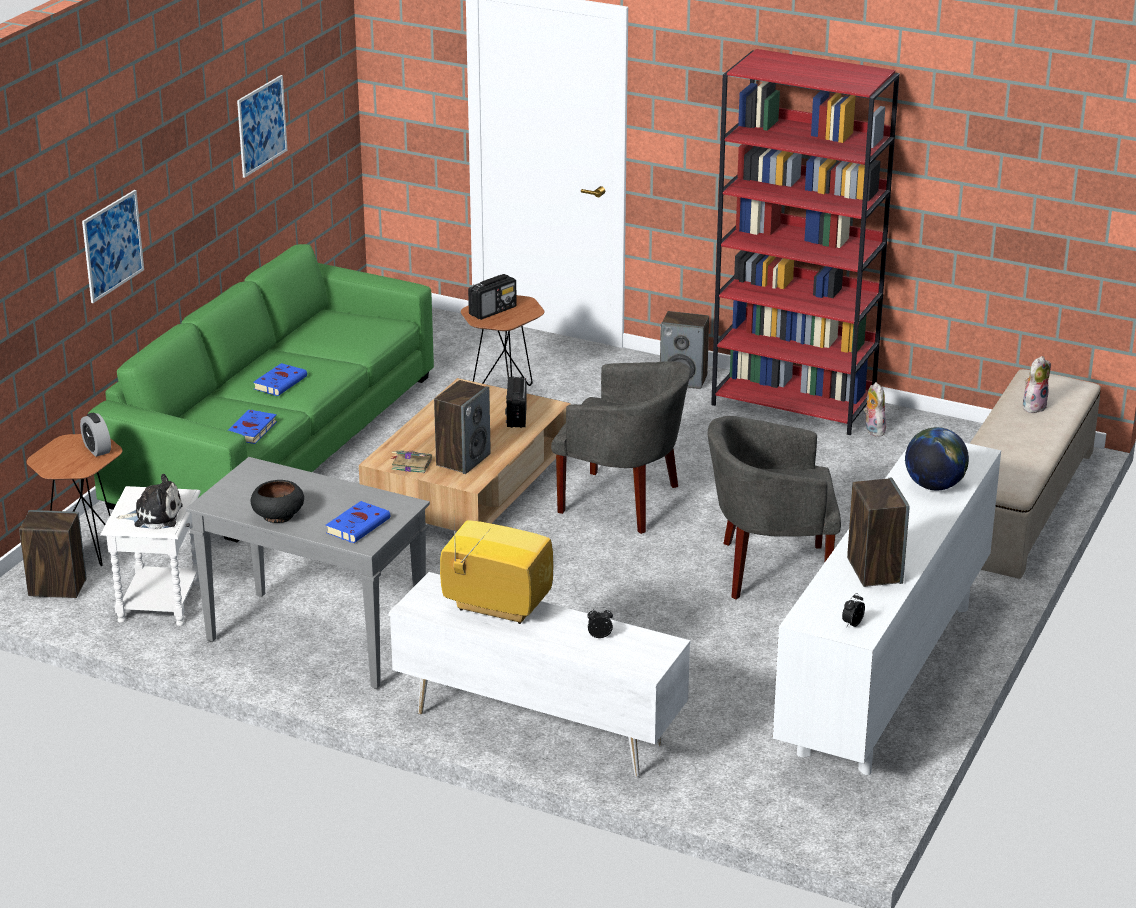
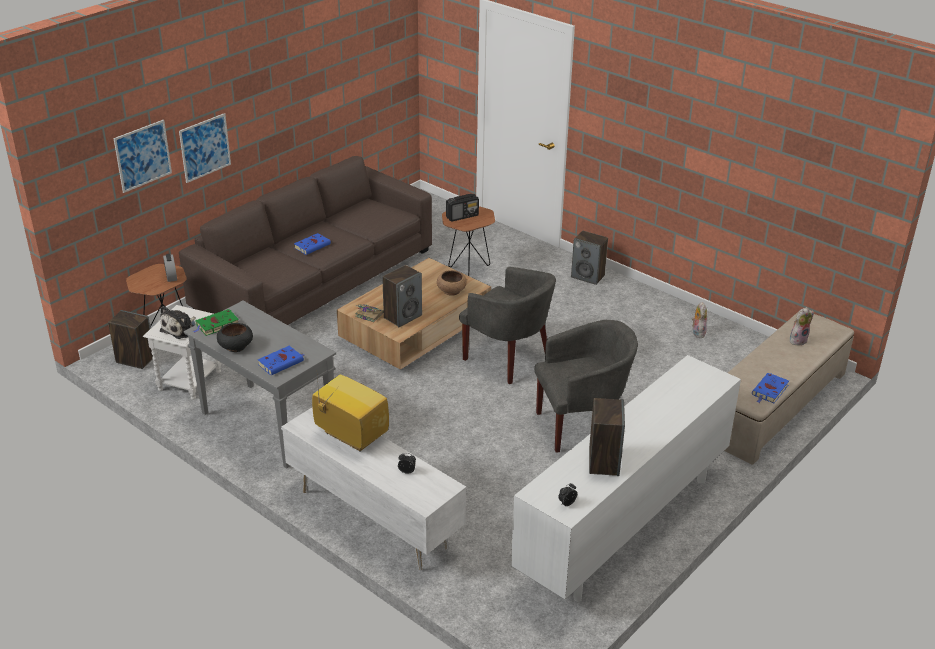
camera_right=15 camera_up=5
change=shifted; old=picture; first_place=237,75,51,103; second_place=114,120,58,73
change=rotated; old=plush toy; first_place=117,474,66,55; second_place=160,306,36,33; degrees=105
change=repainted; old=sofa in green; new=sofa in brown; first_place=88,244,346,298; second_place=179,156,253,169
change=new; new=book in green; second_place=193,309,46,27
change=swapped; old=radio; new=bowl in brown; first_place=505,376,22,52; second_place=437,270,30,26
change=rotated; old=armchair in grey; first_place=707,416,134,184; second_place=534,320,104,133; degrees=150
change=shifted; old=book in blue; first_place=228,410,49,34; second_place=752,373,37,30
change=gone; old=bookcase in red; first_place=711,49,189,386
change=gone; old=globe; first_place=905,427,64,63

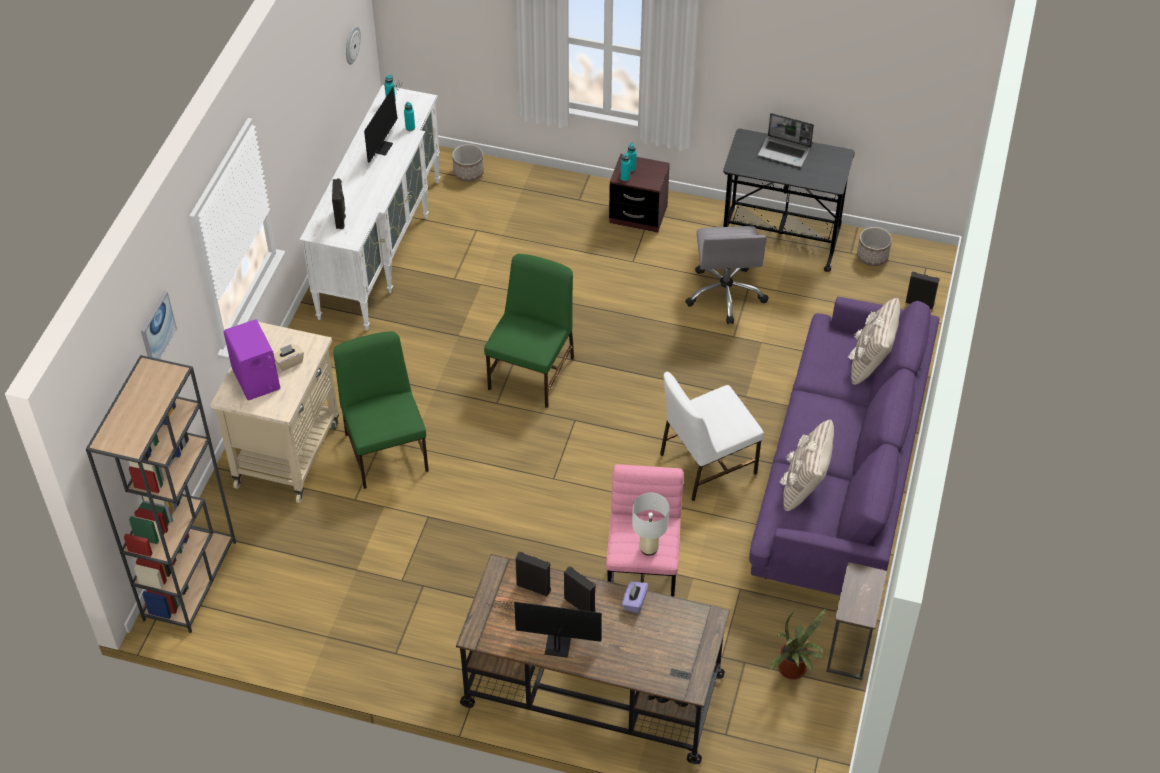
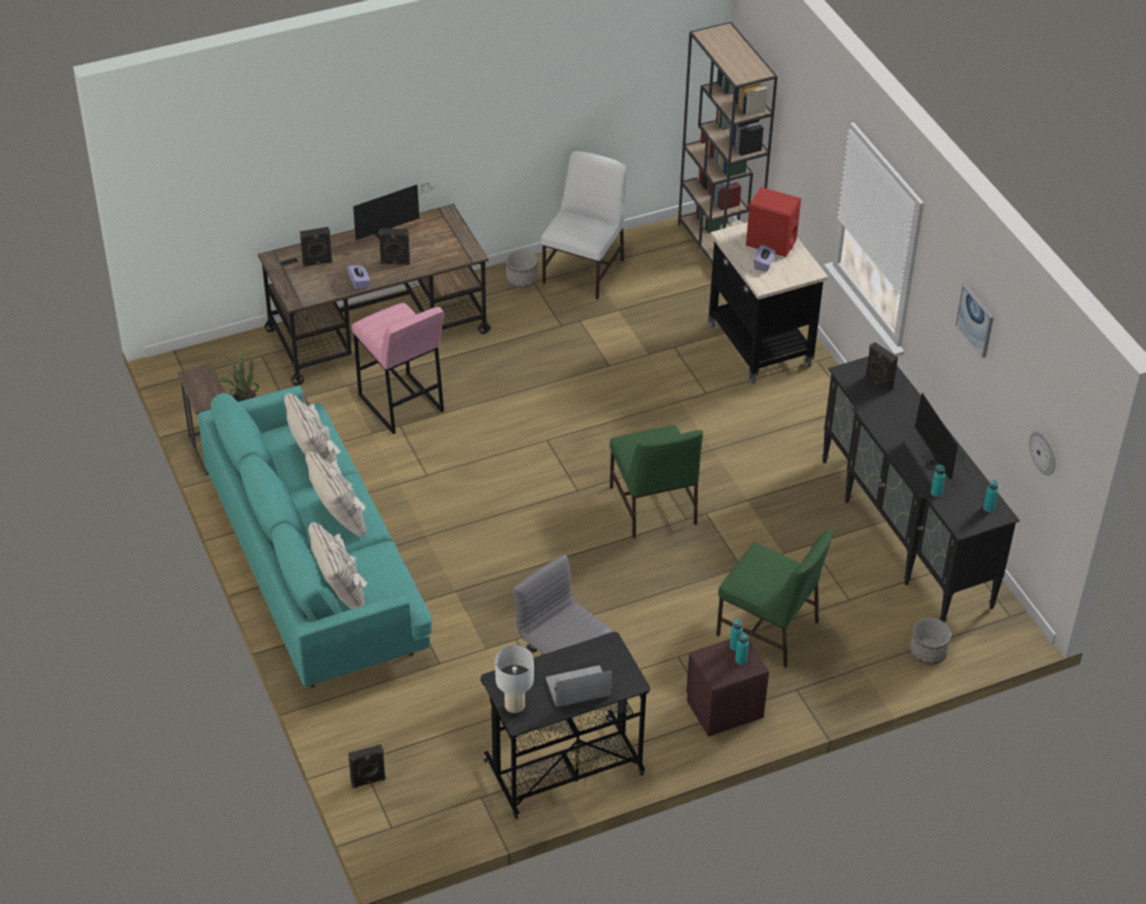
camera_right=140 camera_up=-5
change=repainted; old=sofa in purple; new=sofa in turquoise; first_place=749,297,190,298; second_place=198,386,234,302
change=shifted; old=speaker in black; first_place=515,552,36,44; second_place=300,227,32,40
change=new; new=pillow in beige; second_place=306,451,61,86
change=shifted; old=table lamp in white; first_place=632,493,37,63; second_place=495,645,39,70
change=shifted; old=planter; first_place=857,227,35,39; second_place=506,250,32,38
change=shifted; old=chair in white; first_place=660,372,104,129; second_place=541,151,85,148
change=repainted; old=cart in beige; new=cart in black; first_place=210,322,129,181; second_place=708,222,120,162
change=shifted; old=chair in green; first_place=333,332,96,157; second_place=716,529,117,138
change=repainted; old=speaker in purple; new=speaker in red; first_place=224,319,56,81; second_place=746,187,55,70
change=repainted; old=tissue box in beige; new=tissue box in purple; first_place=274,344,30,27; second_place=754,245,22,27
change=repainted; old=cabinet in white; new=cabinet in black; first_place=300,85,140,245; second_place=822,356,198,267
change=shifted; old=picture; first_place=141,291,36,68; second_place=956,285,38,73

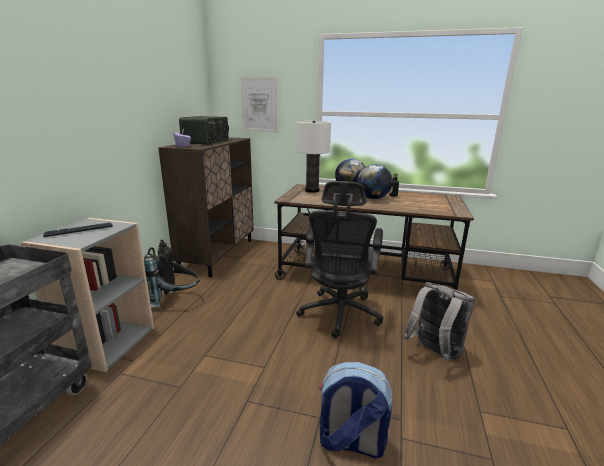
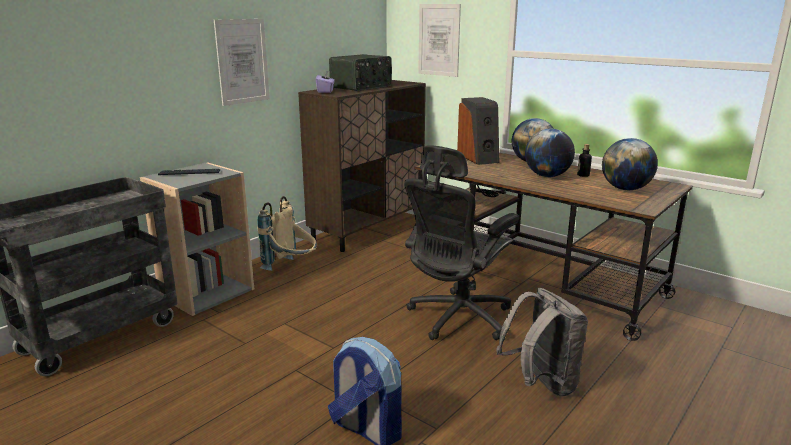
camera_right=25 camera_up=0
change=new; new=picture; second_place=214,19,56,87
change=repainted; old=backpack in black; new=backpack in beige; first_place=144,239,56,68; second_place=257,196,60,75
change=swapped; old=table lamp in white; new=speaker; first_place=296,121,35,72; second_place=457,97,42,68
change=new; new=globe; second_place=602,138,56,52

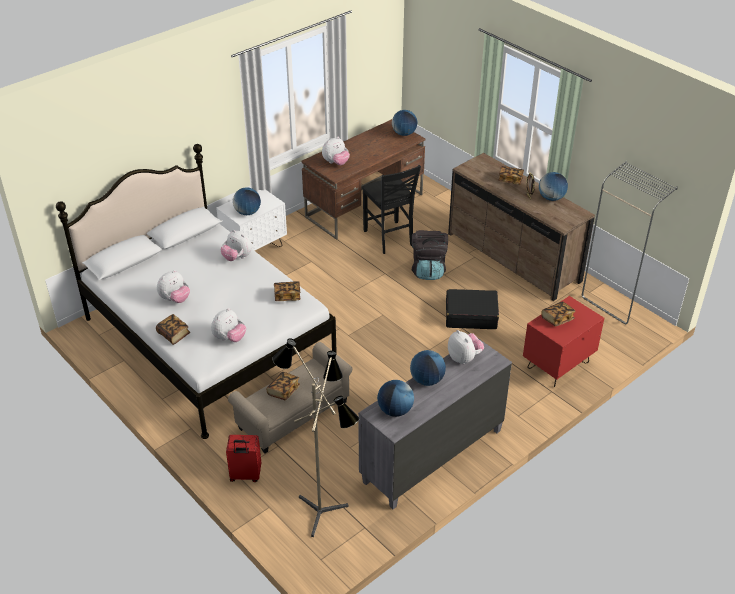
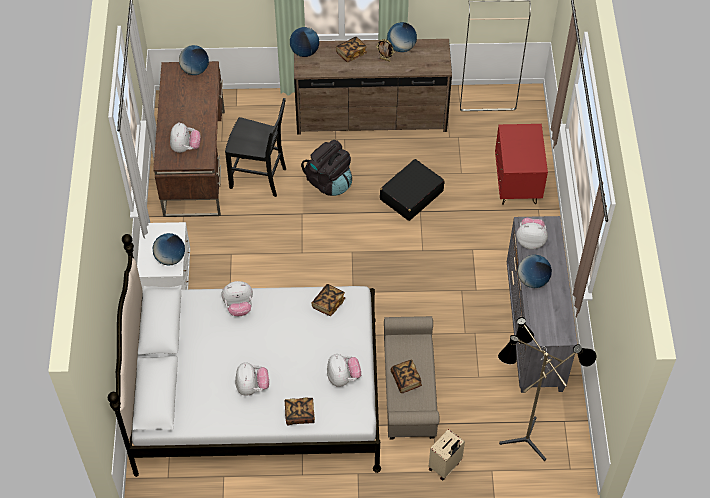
camera_right=-50 camera_up=15
change=shifted; old=globe; first_place=377,380,37,37; second_place=290,27,29,30
change=repainted; old=suitcase in red; new=suitcase in beige; first_place=226,435,35,47; second_place=429,429,36,51
change=gone; old=book; first_place=541,301,34,25

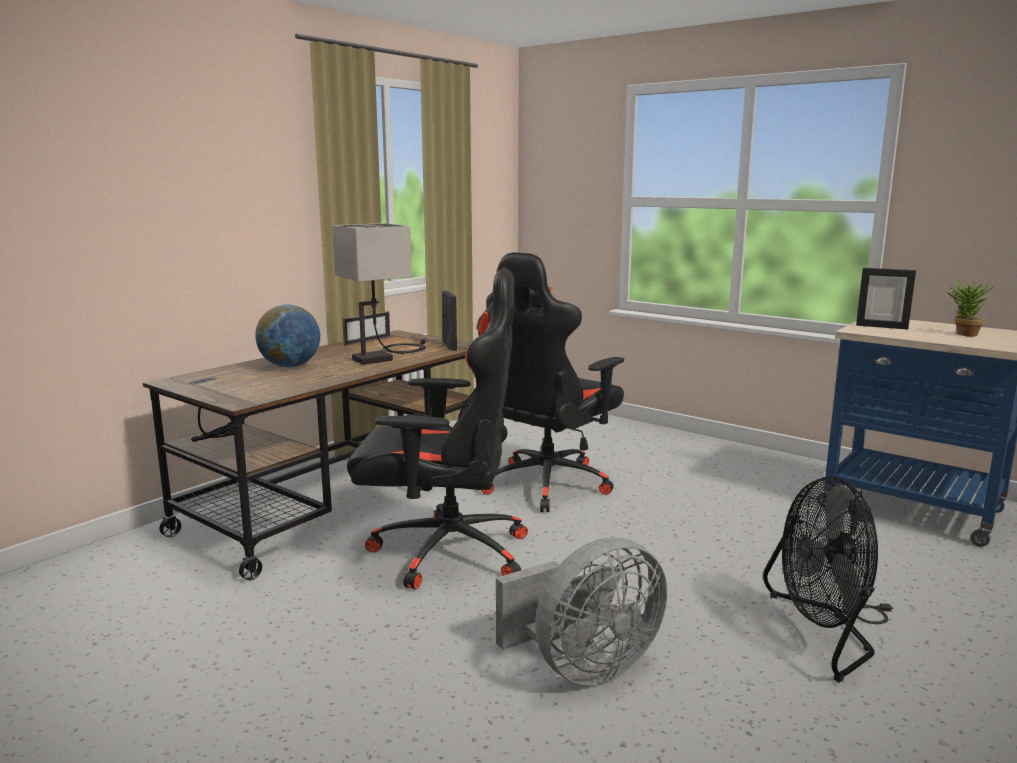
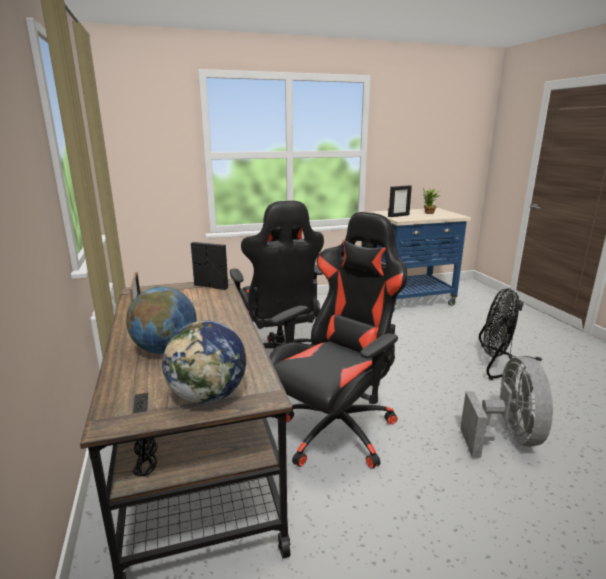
camera_right=-55 camera_up=5
change=new; new=globe; second_place=162,320,84,84
change=rotated; old=fan in black; first_place=763,476,130,207; second_place=479,288,64,92; degrees=75
change=gone; old=table lamp; first_place=332,223,94,141

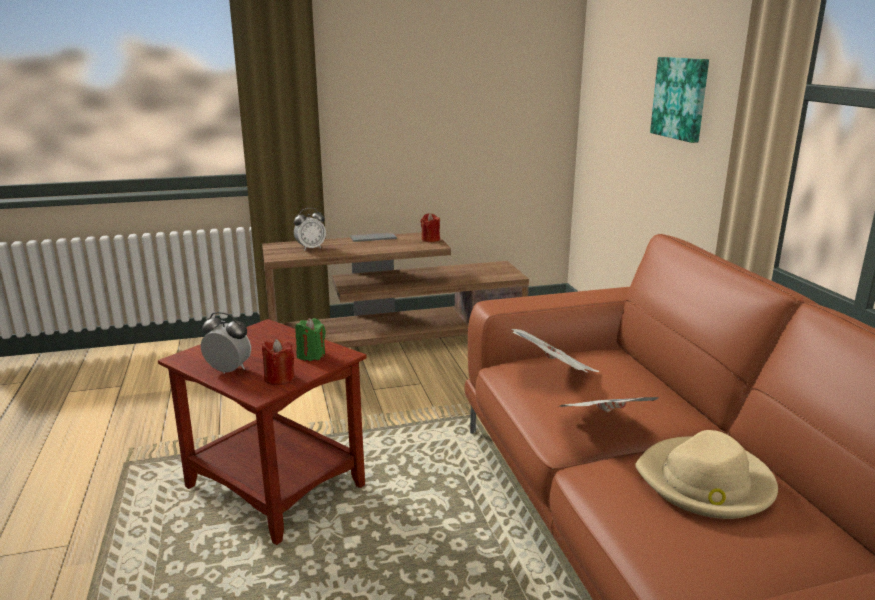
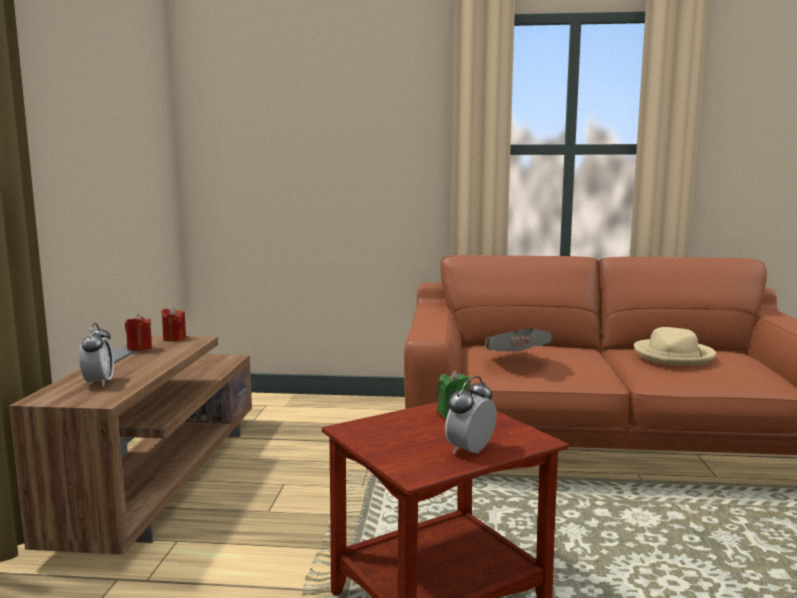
camera_right=-70 camera_up=-10
change=shifted; old=candle in red; first_place=262,339,33,46; second_place=125,314,27,37
change=gone; old=newspaper; first_place=558,397,101,15
change=gone; old=picture; first_place=650,57,59,86

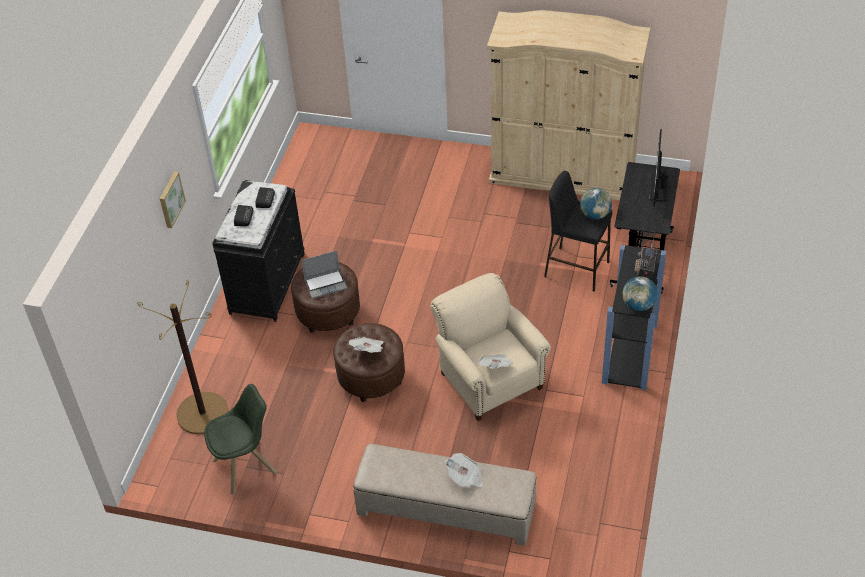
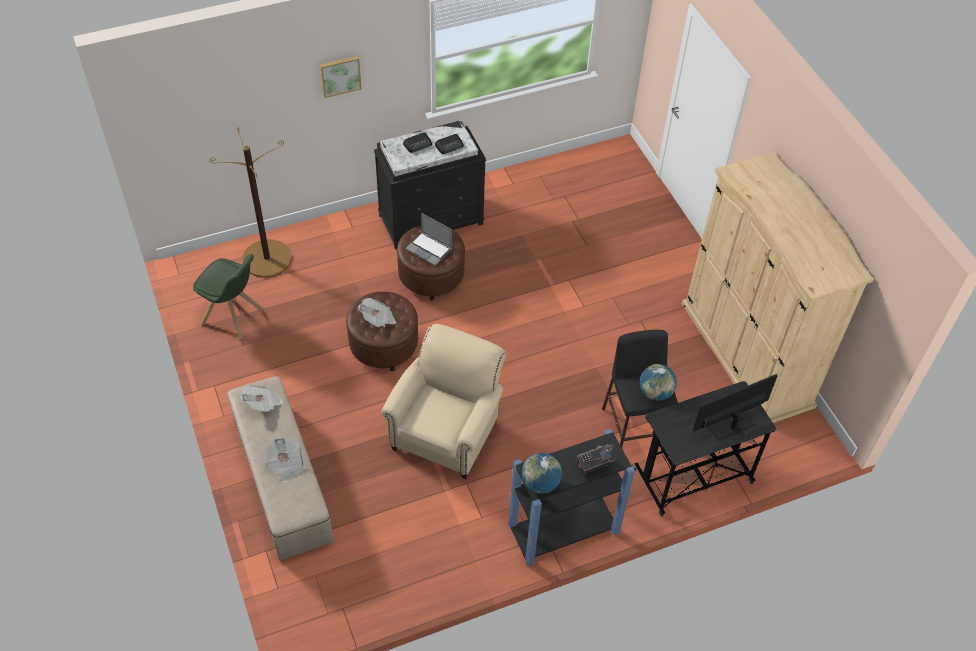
camera_right=50 camera_up=5
change=shifted; old=newspaper; first_place=478,354,35,14; second_place=240,385,43,27

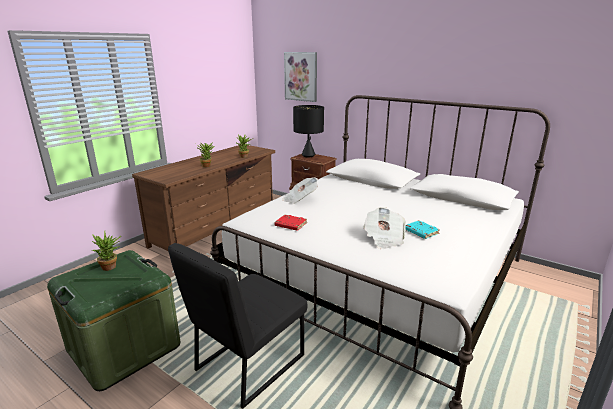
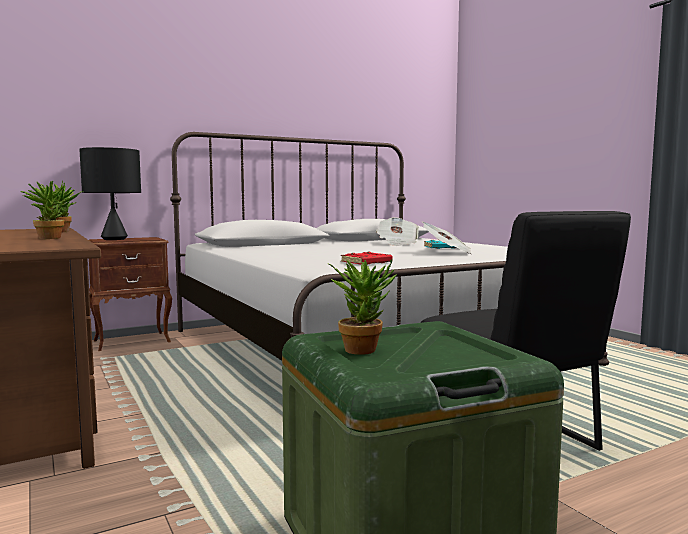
camera_right=-65 camera_up=-15
change=shifted; old=newspaper; first_place=282,177,36,27; second_place=376,217,43,29
change=gone; old=picture; first_place=284,52,33,50

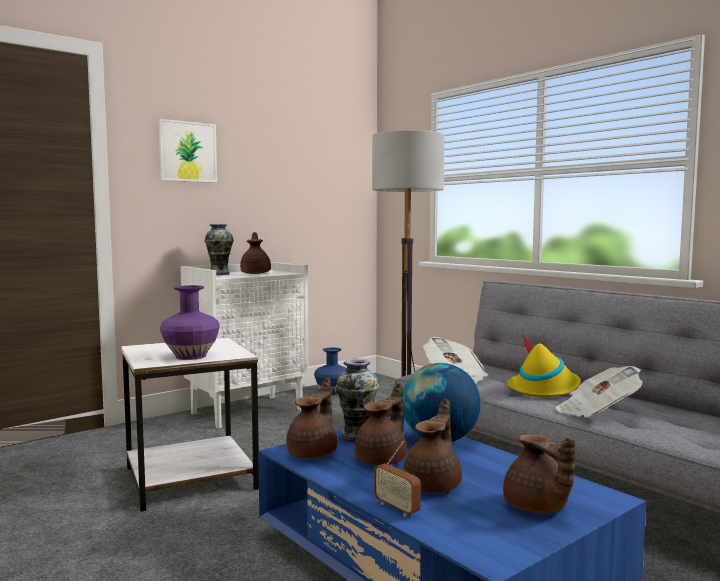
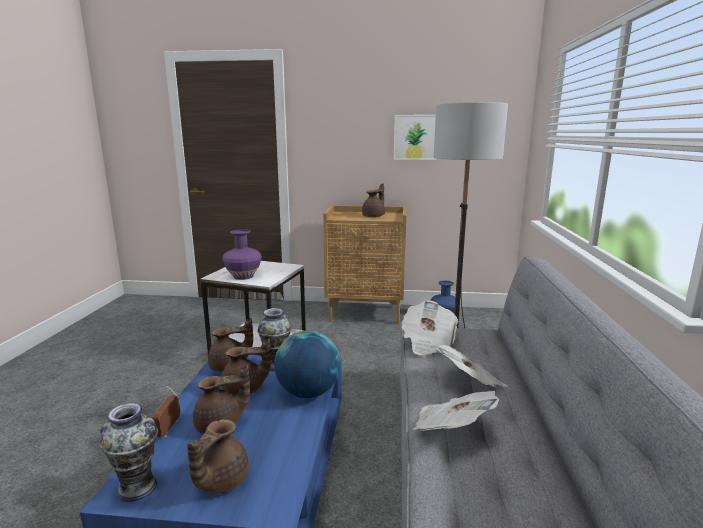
camera_right=45 camera_up=10
change=shifted; old=vase; first_place=205,224,29,51; second_place=100,403,58,99
change=repainted; old=cabinet in white; new=cabinet in brown; first_place=180,262,129,166; second_place=323,205,83,120
change=shifted; old=picture; first_place=158,119,59,64; second_place=394,115,43,45
change=swapped; old=hat in yellow; new=newspaper; first_place=507,335,74,62; second_place=435,345,73,43

